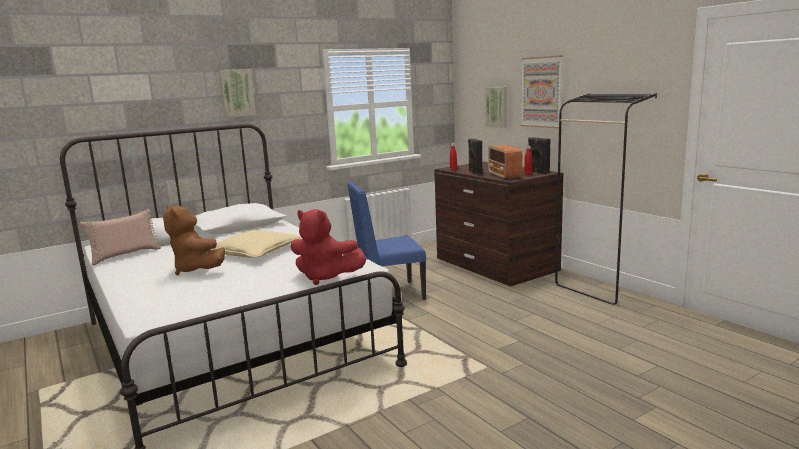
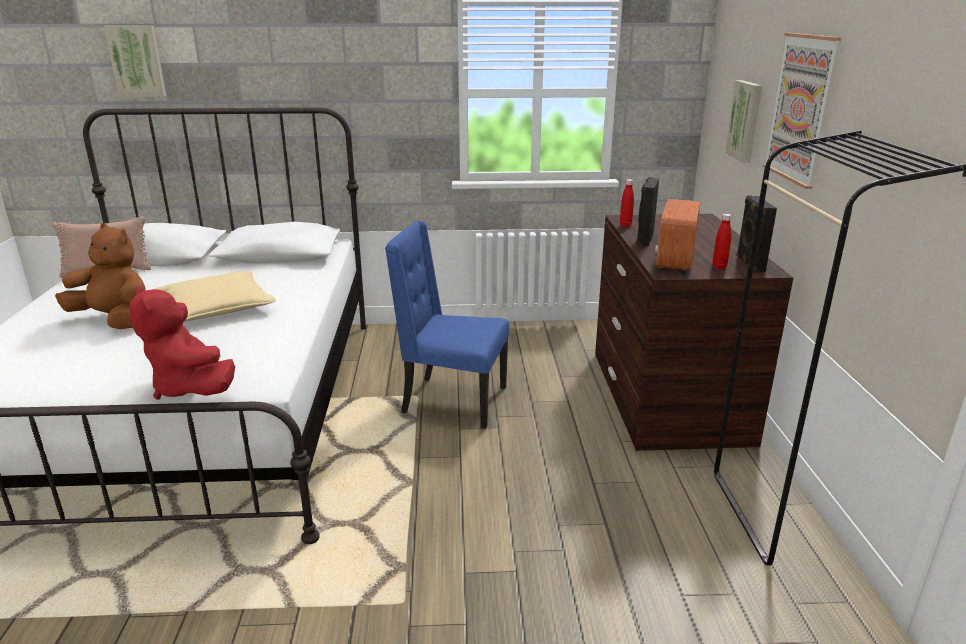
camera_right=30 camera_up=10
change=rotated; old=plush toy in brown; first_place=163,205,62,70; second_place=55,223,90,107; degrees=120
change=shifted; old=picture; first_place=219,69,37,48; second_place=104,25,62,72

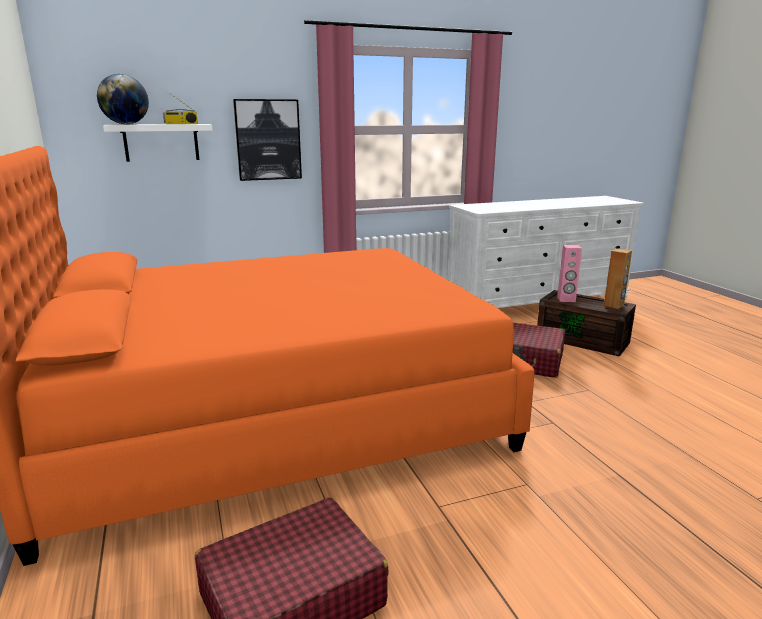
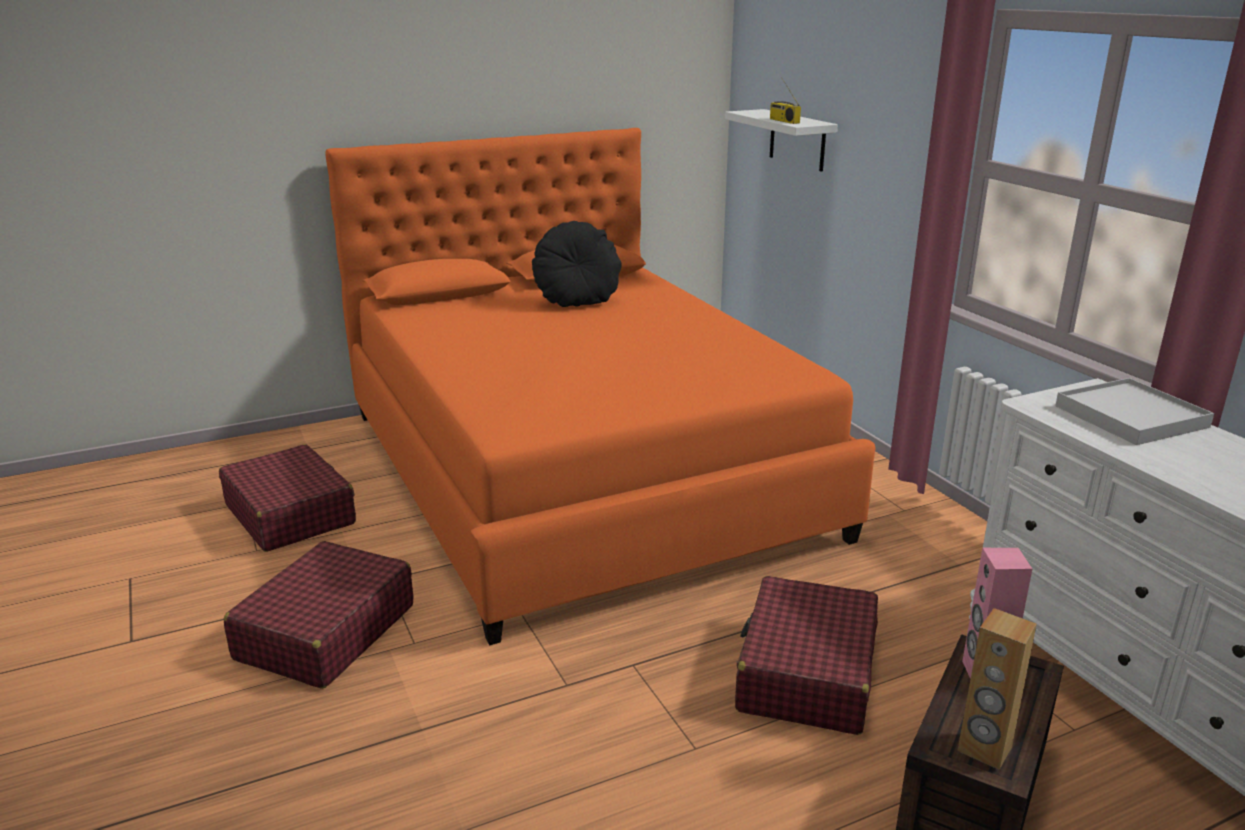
camera_right=85 camera_up=5
change=new; new=suitcase in red; second_place=224,541,189,148
change=new; new=pillow in black; second_place=532,221,90,86
change=new; new=tray in white; second_place=1055,378,159,67
change=gone; old=globe; first_place=97,74,52,50
change=gone; old=picture; first_place=233,99,69,82

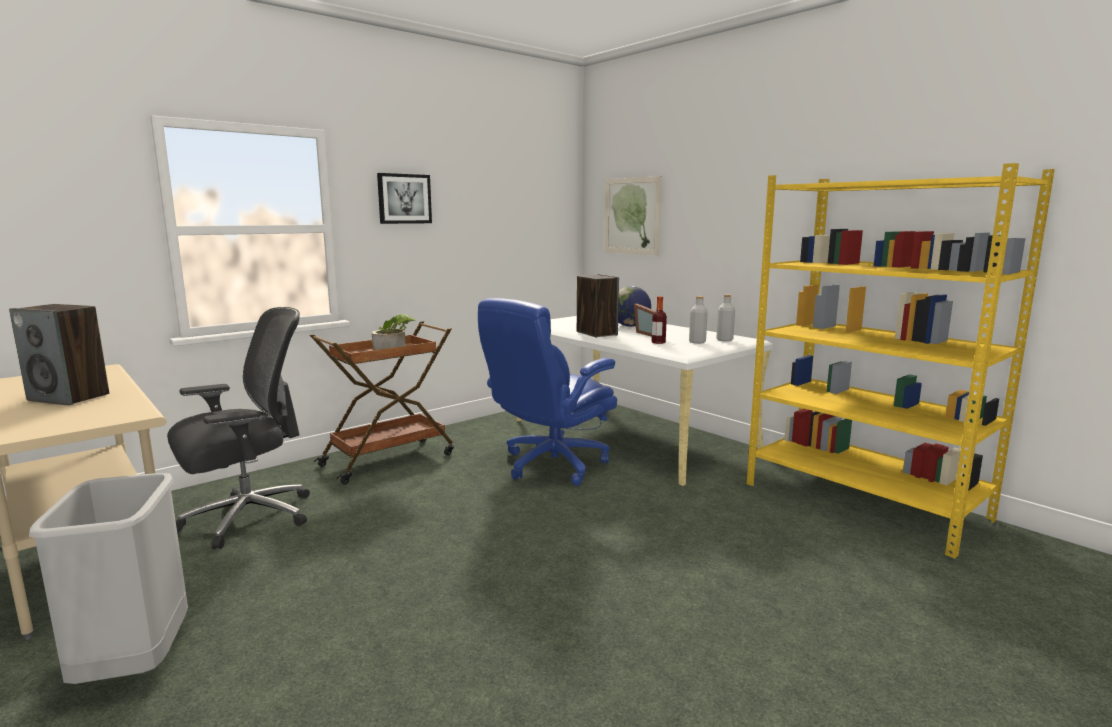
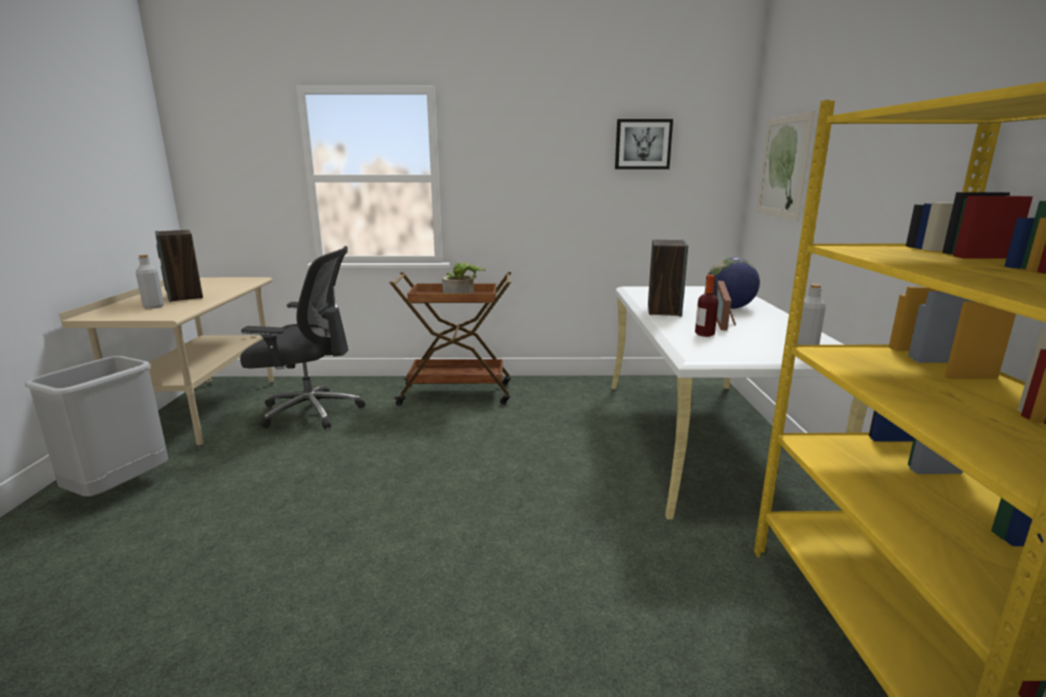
camera_right=40 camera_up=5
change=shifted; old=bottle in grey; first_place=689,296,19,48; second_place=136,254,28,55
change=shifted; old=picture; first_place=377,173,55,51; second_place=615,119,58,50
change=gone; old=office chair in blue; first_place=478,298,139,188

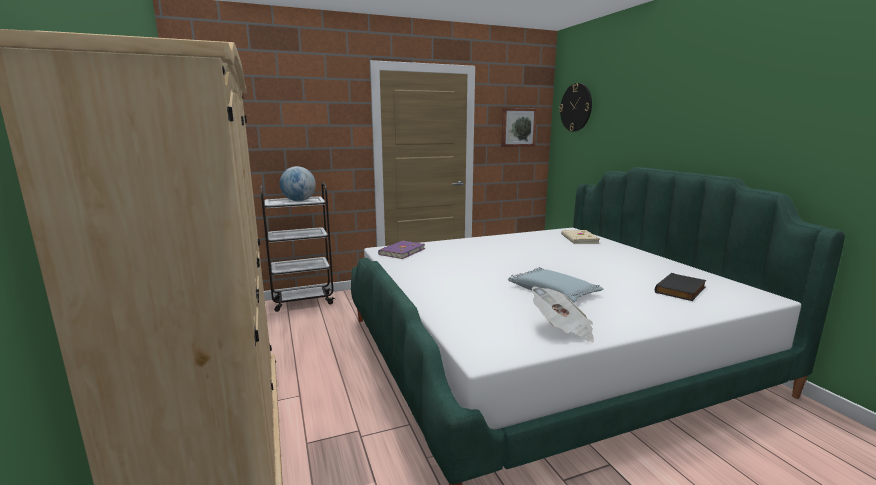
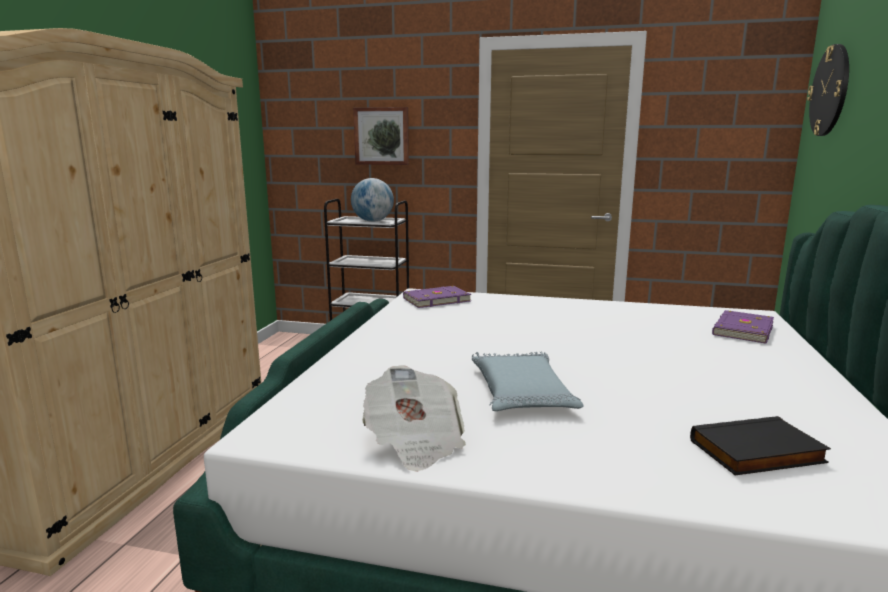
camera_right=35 camera_up=0
change=shifted; old=picture; first_place=501,108,36,39; second_place=353,107,56,58
change=repainted; old=book in beige; new=book in purple; first_place=561,230,39,14; second_place=712,310,62,34

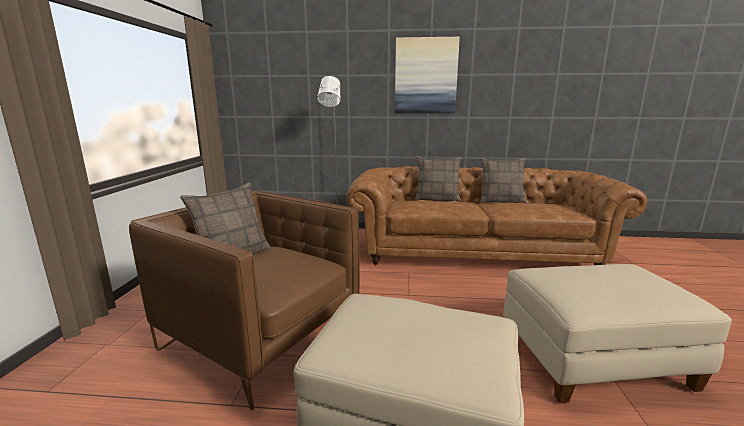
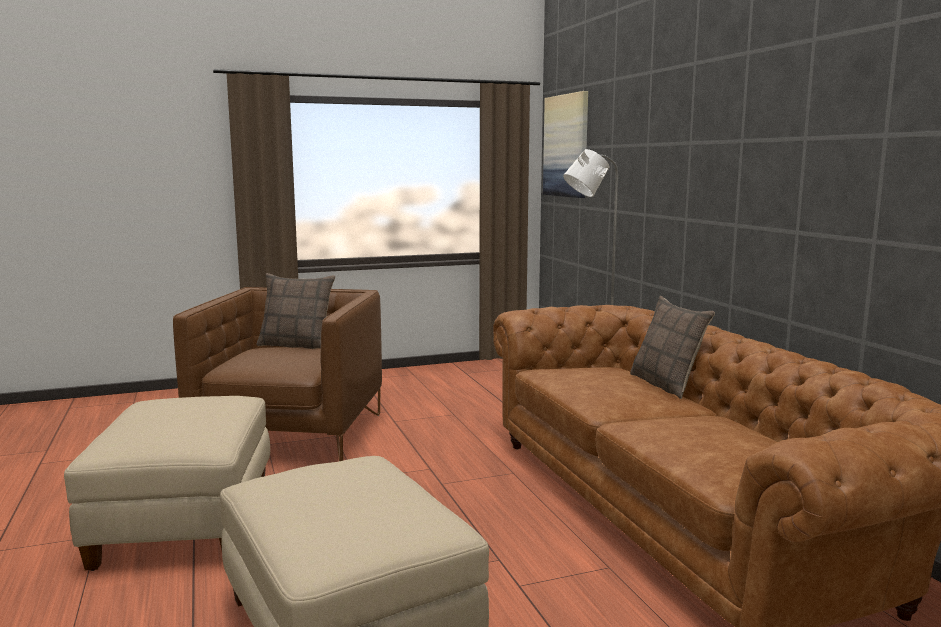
camera_right=65 camera_up=-5
change=shifted; old=picture; first_place=395,37,65,77; second_place=543,91,45,107
change=gone; old=pillow; first_place=480,158,47,45

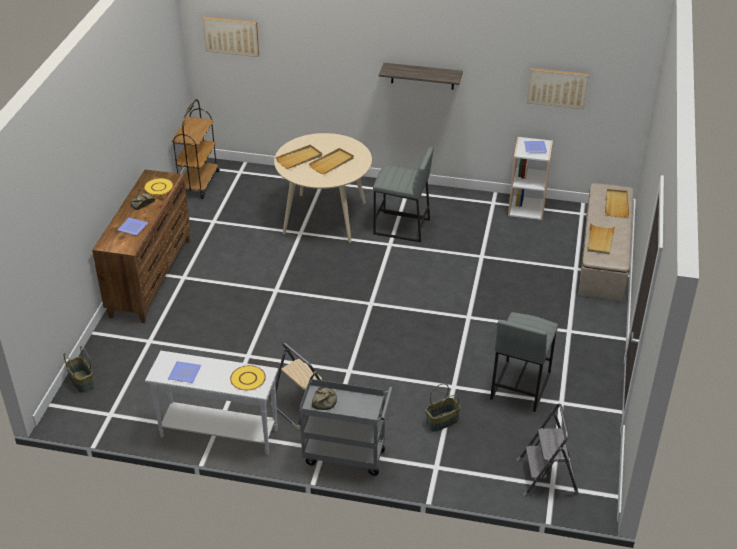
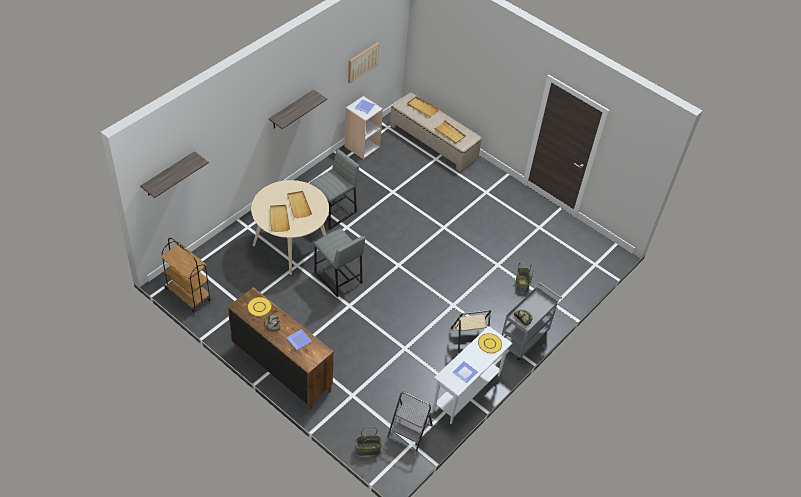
camera_right=-65 camera_up=10
change=swapped; old=picture; new=shelf; first_place=203,17,56,40; second_place=140,151,69,47
change=shifted; old=stool in grey; first_place=490,312,68,100; second_place=314,229,51,68
change=shifted; old=step ladder in grey; first_place=517,404,61,93; second_place=385,392,48,63

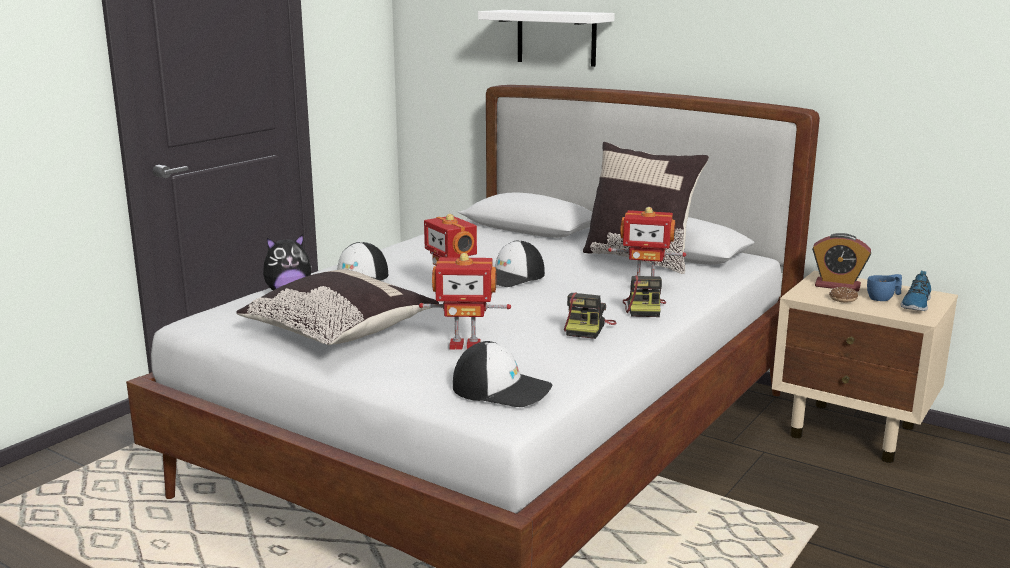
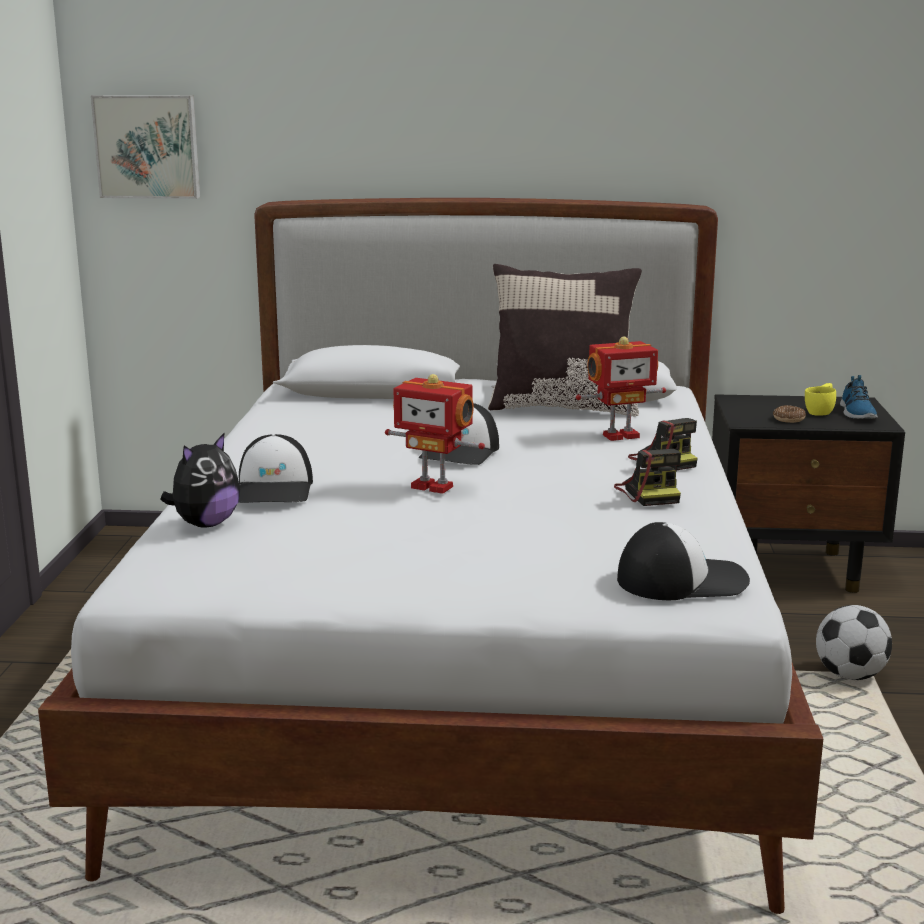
camera_right=-30 camera_up=0
change=new; new=picture; second_place=91,95,109,104
change=repainted; old=nightstand in beige; new=nightstand in black; first_place=772,271,186,192; second_place=712,394,193,199
change=repainted; old=cup in blue; new=cup in yellow; first_place=867,274,35,27; second_place=805,383,31,33
change=new; new=football; second_place=816,605,76,75
change=gone; old=pillow; first_place=236,269,203,76
change=gone; old=toy robot; first_place=419,253,92,97
change=gone; old=shelf in white; first_place=478,10,137,57
change=gone; old=alarm clock; first_place=812,233,59,59

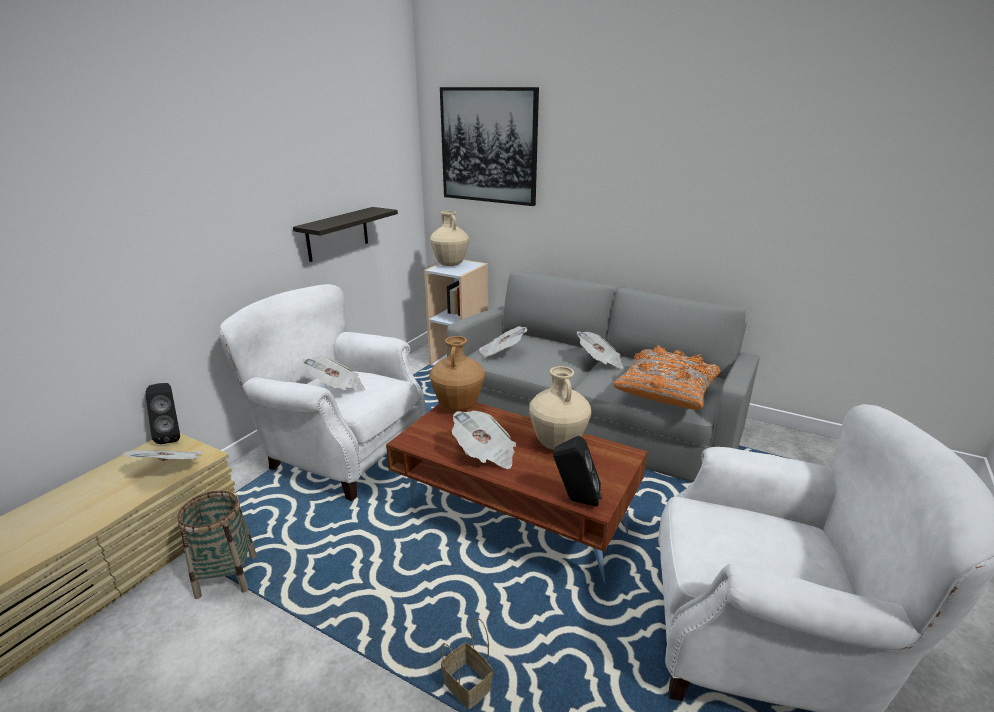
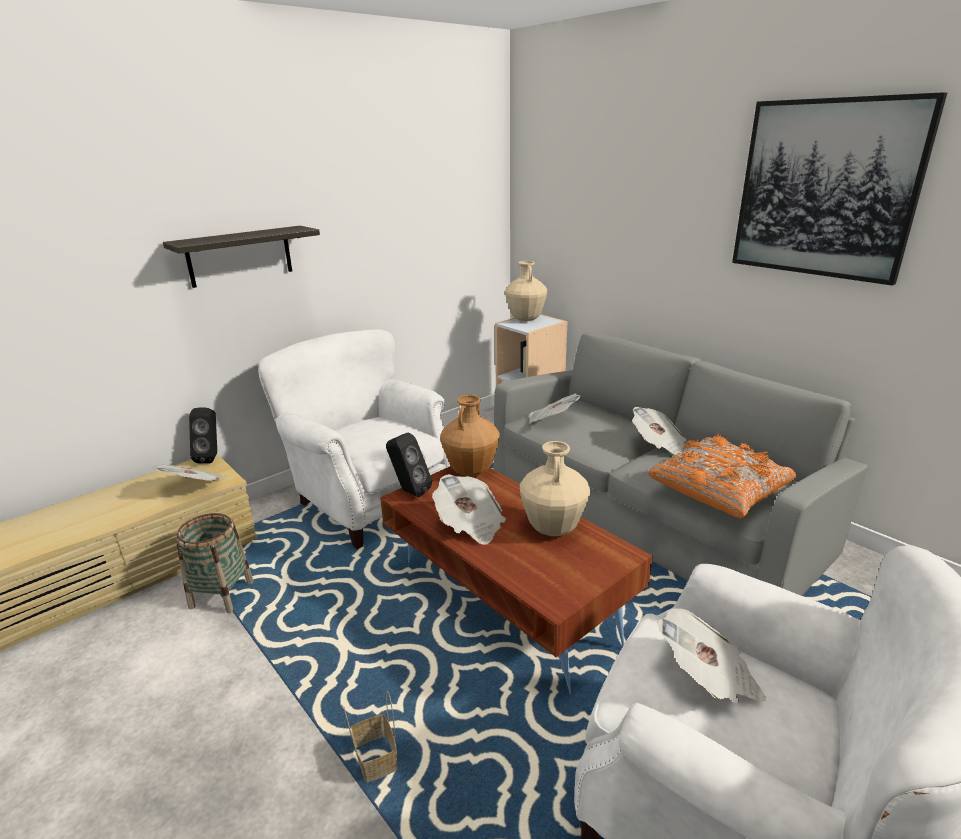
camera_right=20 camera_up=0
change=shifted; old=shelf; first_place=293,207,105,55; second_place=163,226,157,62
change=shifted; old=speaker in black; first_place=553,436,49,71; second_place=386,433,46,64
change=shifted; old=newspaper; first_place=302,357,64,33; second_place=657,608,109,96
change=shifted; old=picture; first_place=440,87,99,119; second_place=732,92,215,194

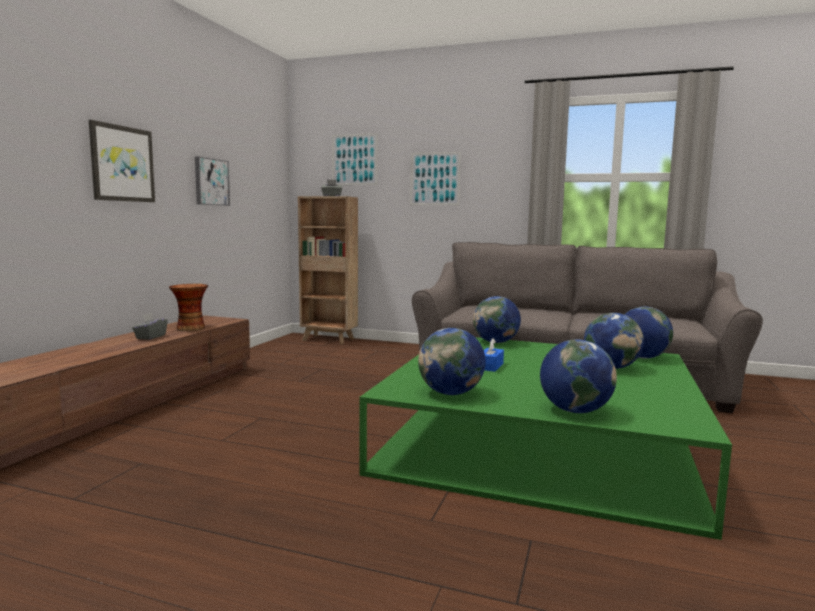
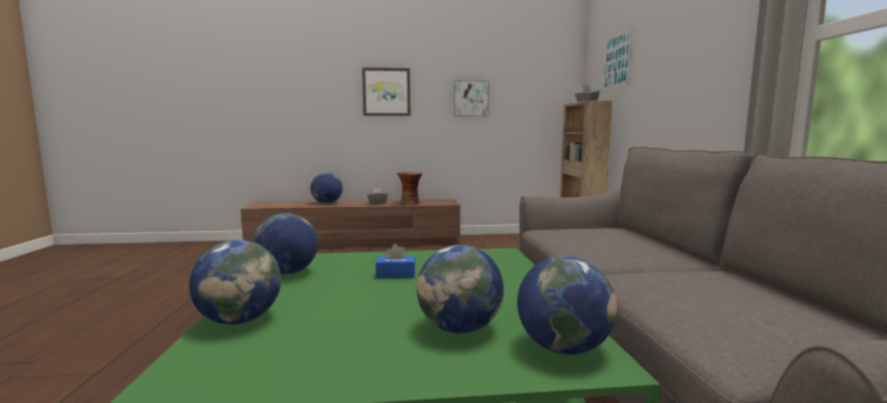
camera_right=65 camera_up=0
change=shifted; old=globe; first_place=473,296,48,47; second_place=310,173,33,31
change=gone; old=picture; first_place=410,152,51,53

